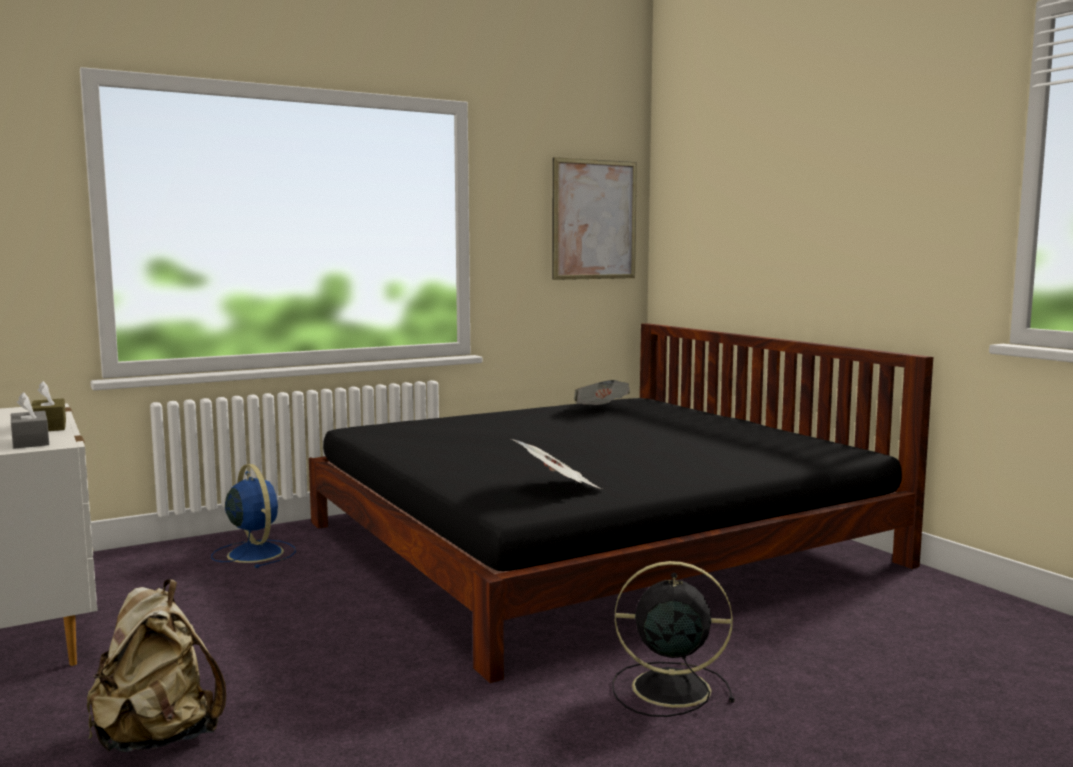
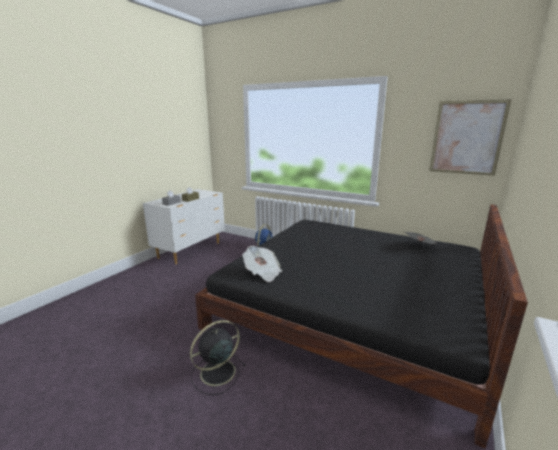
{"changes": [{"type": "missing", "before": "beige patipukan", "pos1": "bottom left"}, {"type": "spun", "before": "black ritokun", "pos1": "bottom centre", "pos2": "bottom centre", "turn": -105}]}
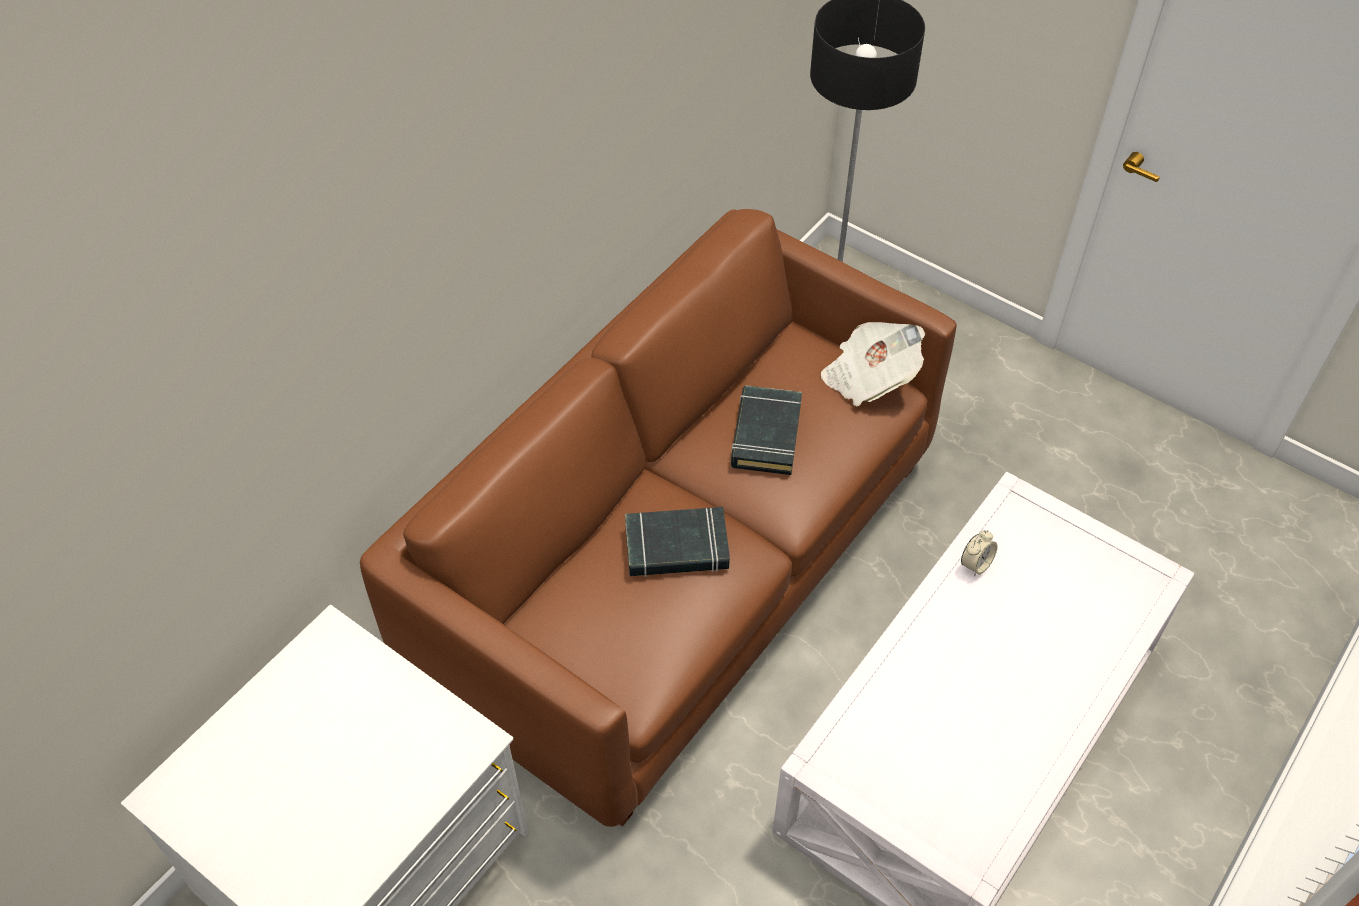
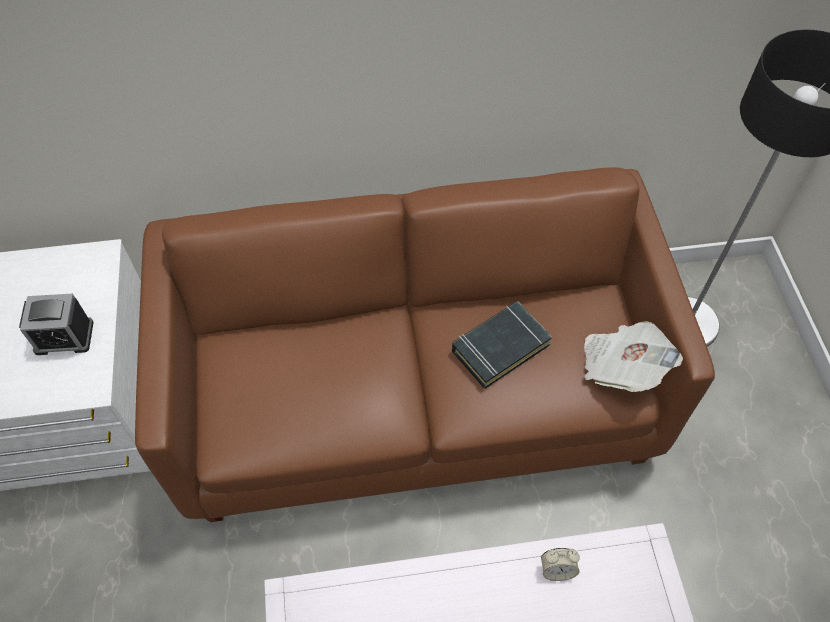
{"changes": [{"type": "missing", "before": "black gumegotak (no. 1 from left)", "pos1": "centre"}, {"type": "appeared", "after": "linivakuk (no. 1 from left)", "pos2": "middle left"}]}
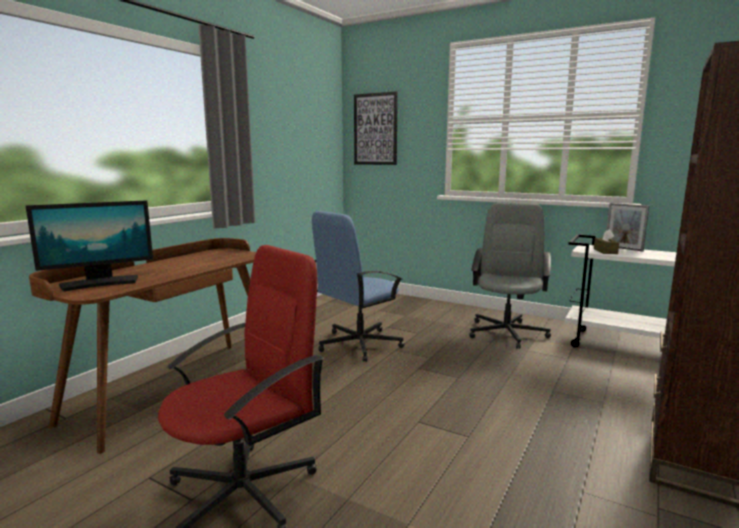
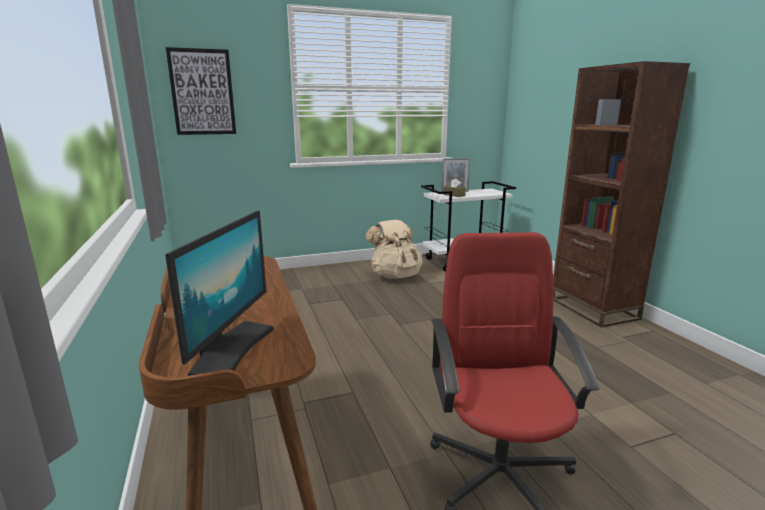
{"changes": [{"type": "missing", "before": "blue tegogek", "pos1": "centre"}, {"type": "exchanged", "before": "grey tegogek", "after": "beige patipukan", "pos1": "middle right", "pos2": "centre"}]}
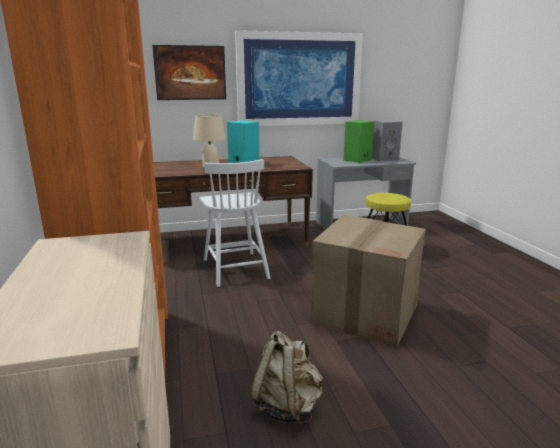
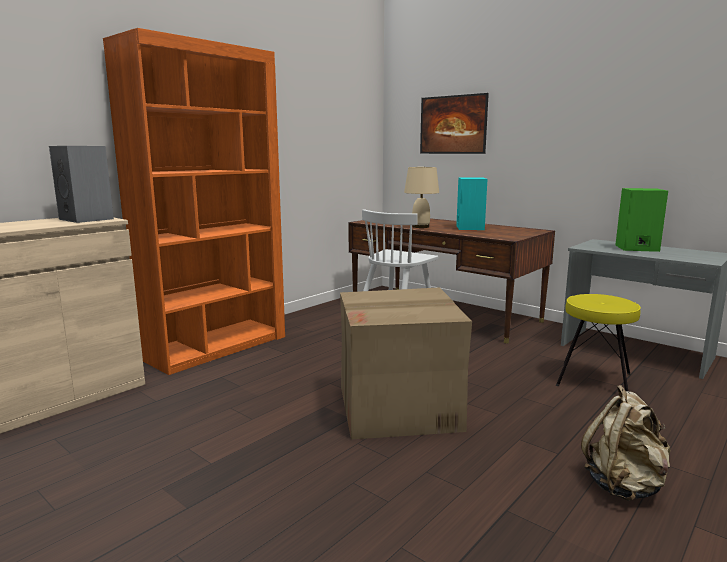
{"changes": [{"type": "missing", "before": "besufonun (no. 2 from left)", "pos1": "top centre"}, {"type": "relocated", "before": "beige patipukan", "pos1": "bottom centre", "pos2": "bottom right"}, {"type": "relocated", "before": "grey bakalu", "pos1": "top right", "pos2": "top left"}]}
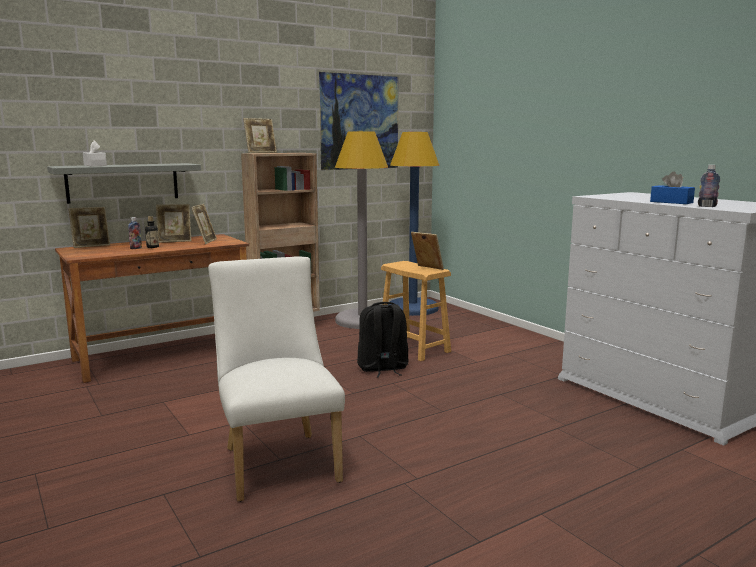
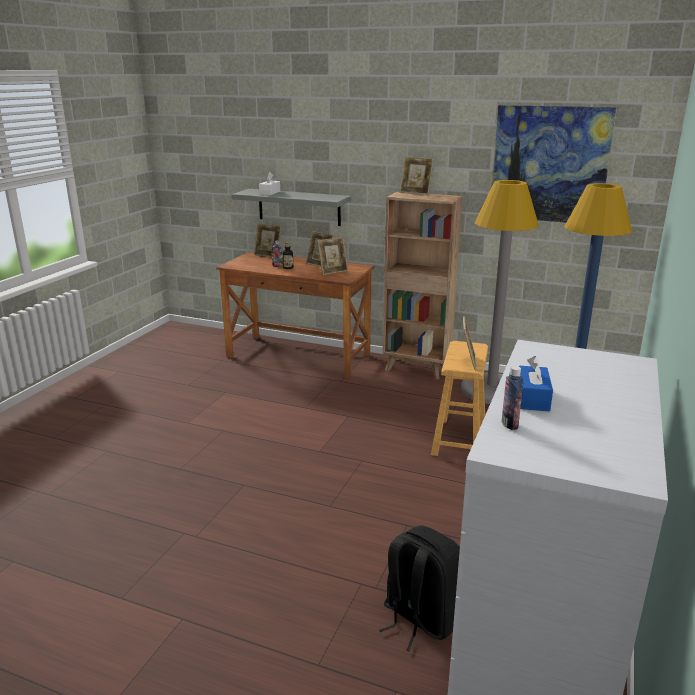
{"changes": [{"type": "missing", "before": "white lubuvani", "pos1": "bottom centre"}, {"type": "relocated", "before": "black patipukan", "pos1": "centre", "pos2": "bottom centre"}]}
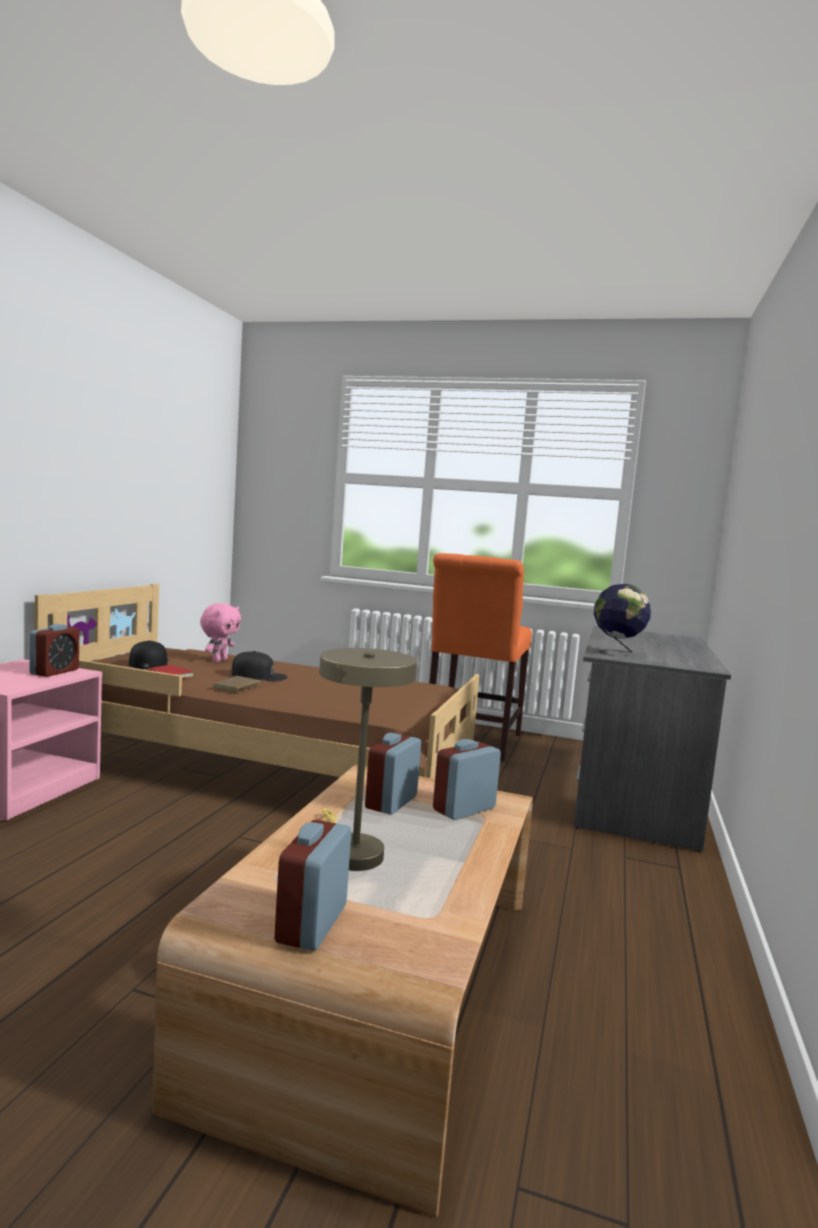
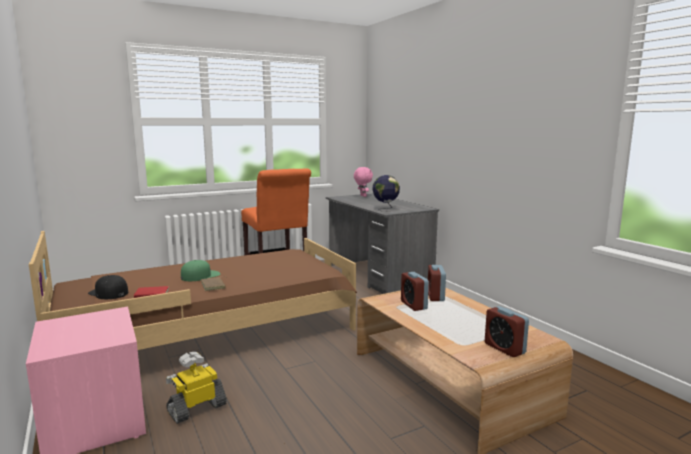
{"changes": [{"type": "missing", "before": "linivakuk (no. 1 from left)", "pos1": "middle left"}, {"type": "missing", "before": "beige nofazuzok", "pos1": "centre"}, {"type": "appeared", "after": "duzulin", "pos2": "bottom left"}, {"type": "relocated", "before": "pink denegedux", "pos1": "middle left", "pos2": "centre"}, {"type": "colour", "before": "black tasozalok (no. 2 from left)", "after": "green tasozalok", "pos1": "middle left", "pos2": "middle left"}]}
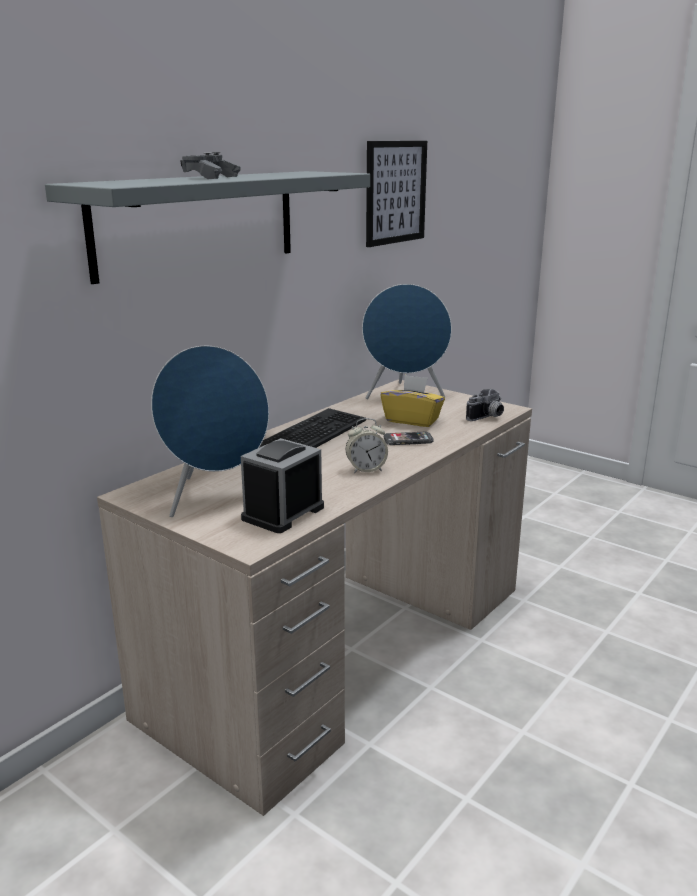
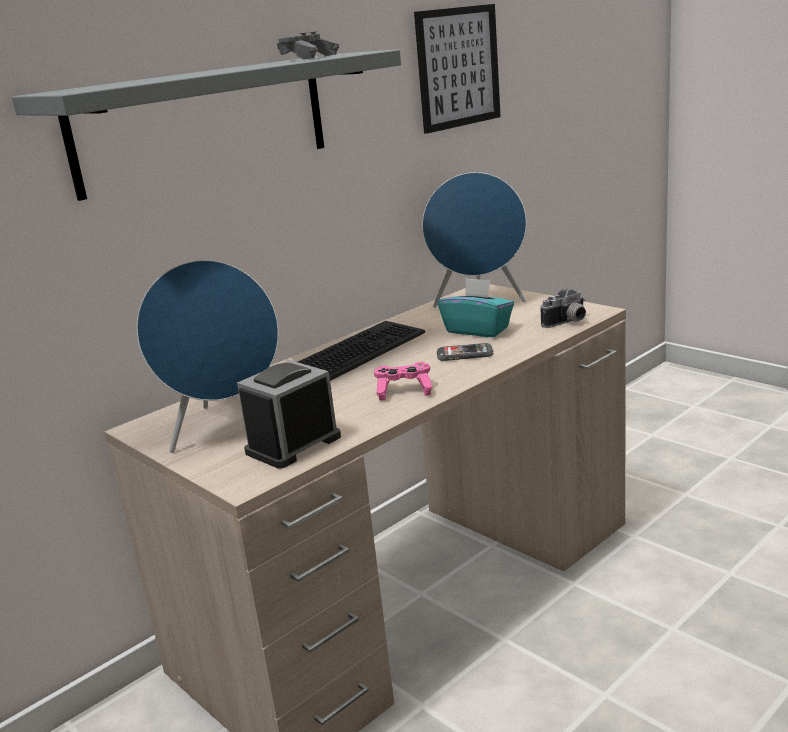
{"changes": [{"type": "relocated", "before": "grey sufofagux", "pos1": "top left", "pos2": "top centre"}, {"type": "exchanged", "before": "linivakuk (no. 2 from left)", "after": "pink sufofagux", "pos1": "centre", "pos2": "centre"}, {"type": "colour", "before": "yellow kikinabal", "after": "turquoise kikinabal", "pos1": "centre", "pos2": "centre"}]}
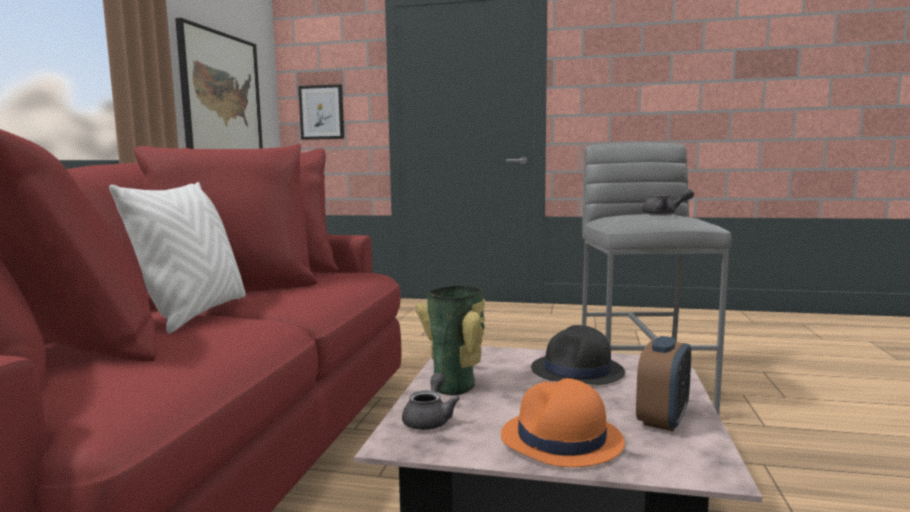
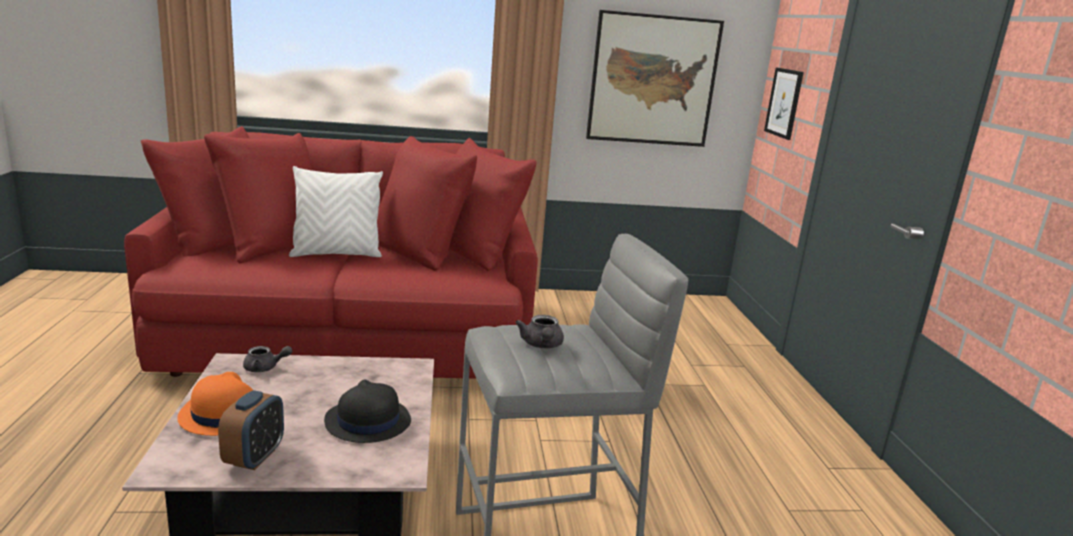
{"changes": [{"type": "missing", "before": "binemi", "pos1": "centre"}, {"type": "spun", "before": "linivakuk", "pos1": "bottom right", "pos2": "bottom left", "turn": -90}]}
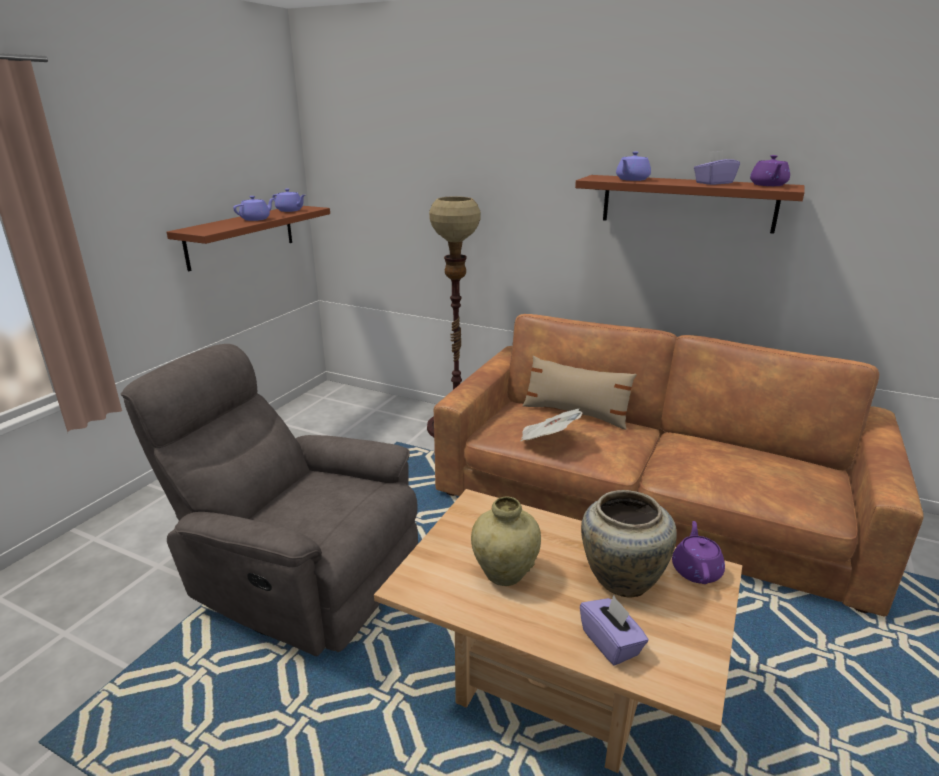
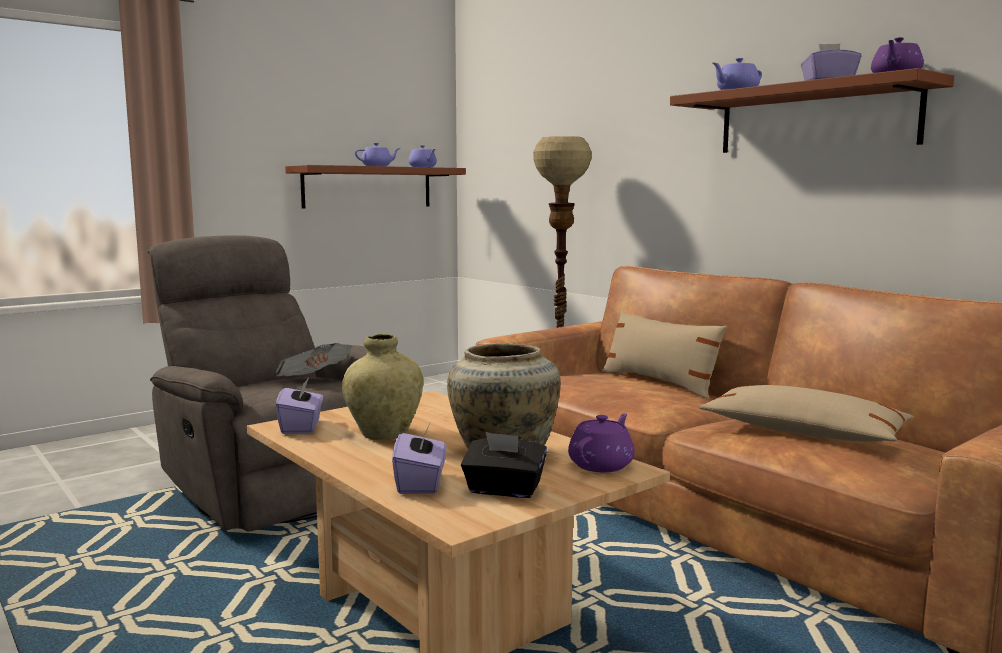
{"changes": [{"type": "appeared", "after": "purple kikinabal (no. 1 from left)", "pos2": "middle left"}, {"type": "appeared", "after": "black kikinabal", "pos2": "bottom centre"}, {"type": "appeared", "after": "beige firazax (no. 2 from left)", "pos2": "middle right"}, {"type": "relocated", "before": "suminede", "pos1": "centre", "pos2": "middle left"}]}
